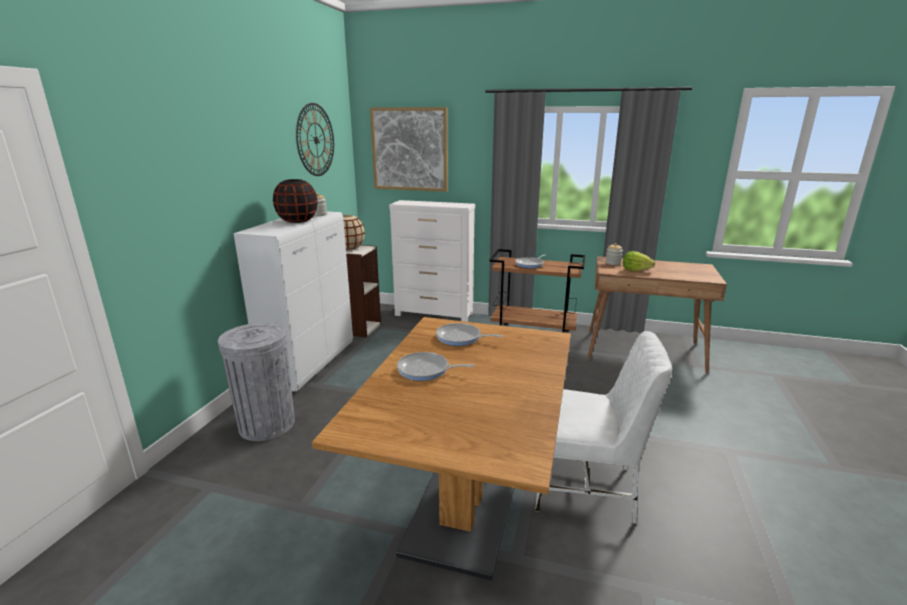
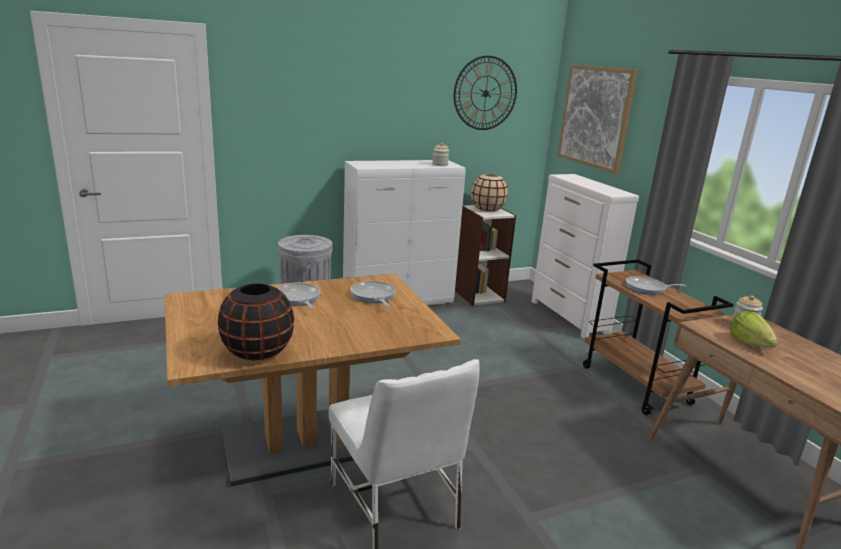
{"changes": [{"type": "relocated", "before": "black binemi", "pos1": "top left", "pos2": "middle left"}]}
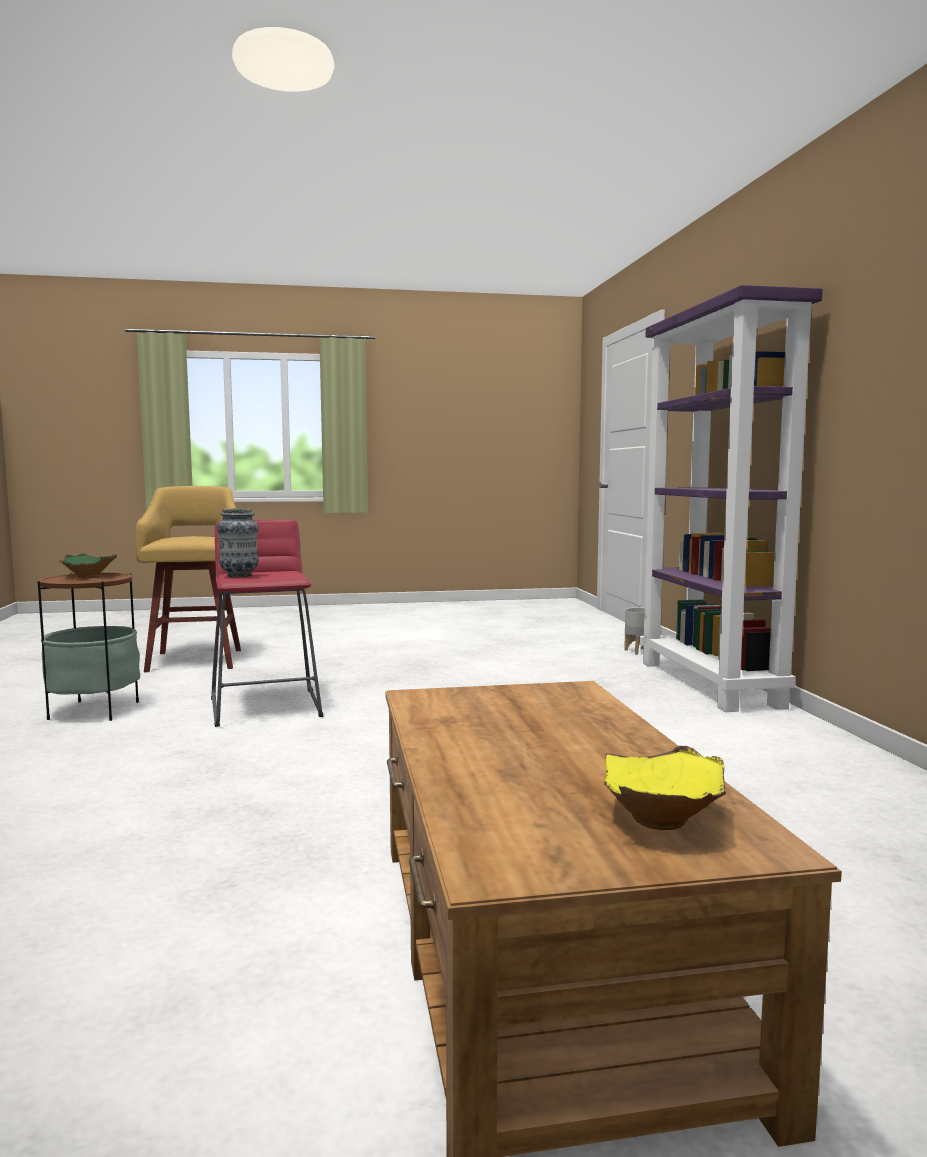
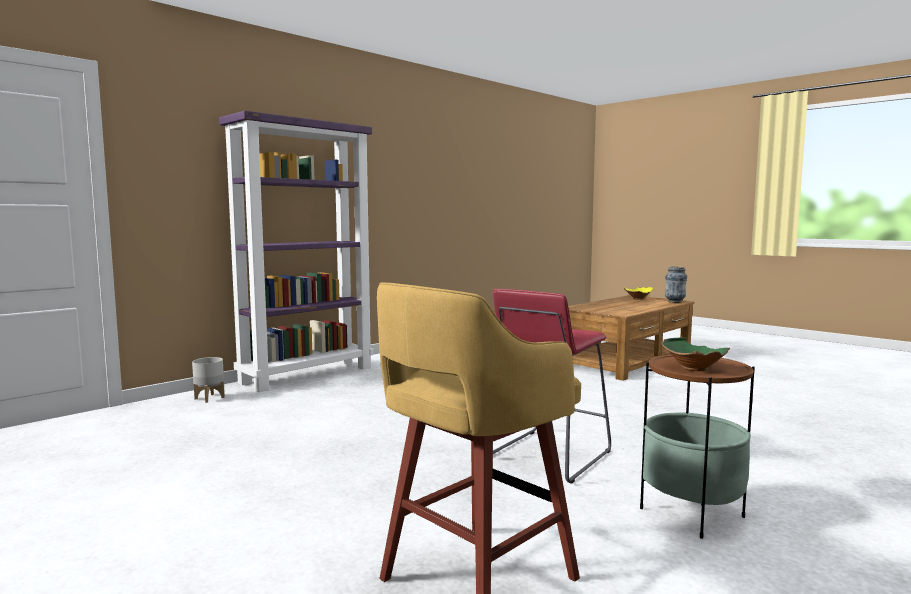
{"changes": [{"type": "relocated", "before": "binemi", "pos1": "middle left", "pos2": "middle right"}]}
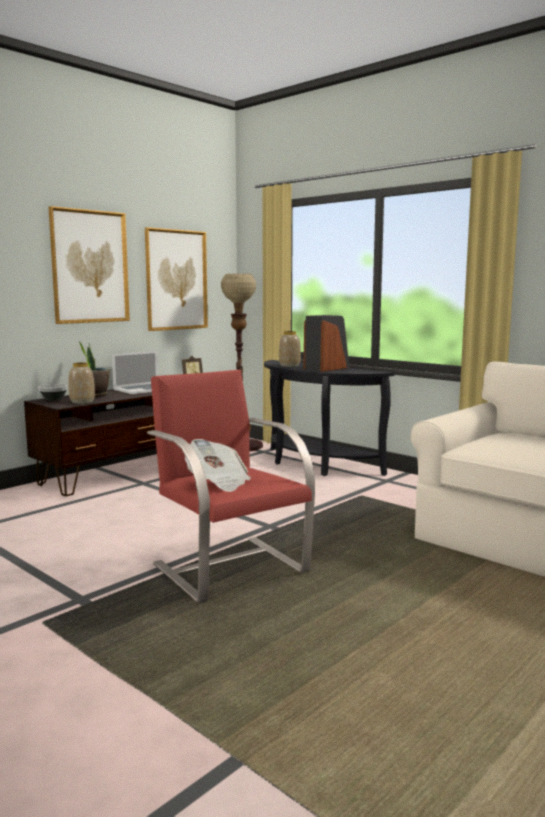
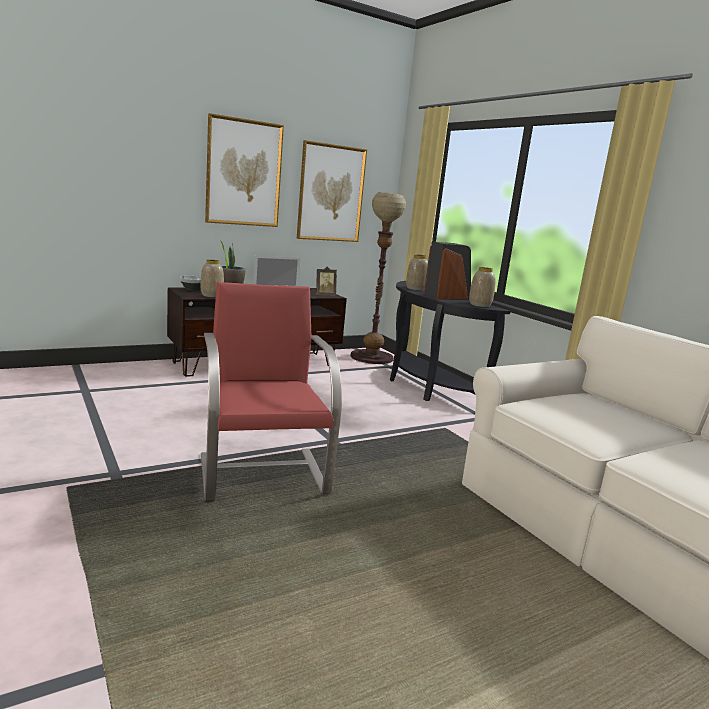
{"changes": [{"type": "missing", "before": "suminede", "pos1": "centre"}, {"type": "appeared", "after": "binemi (no. 3 from left)", "pos2": "middle right"}]}
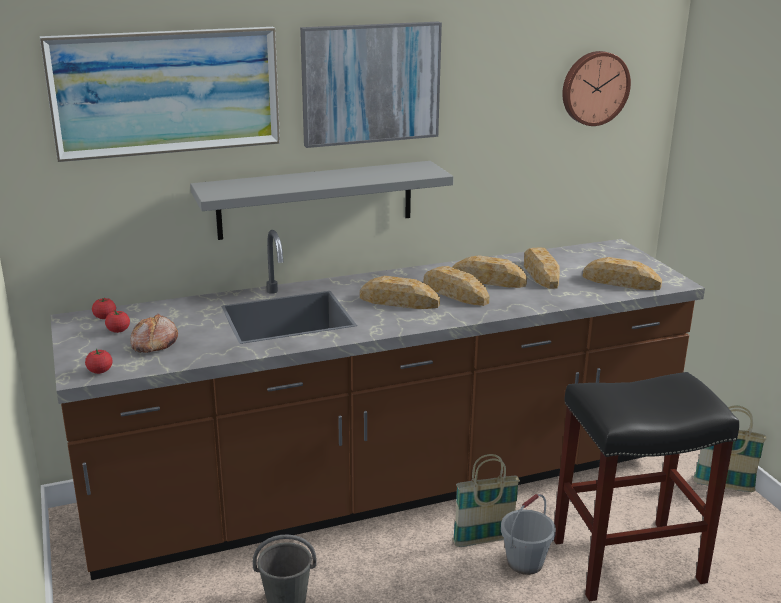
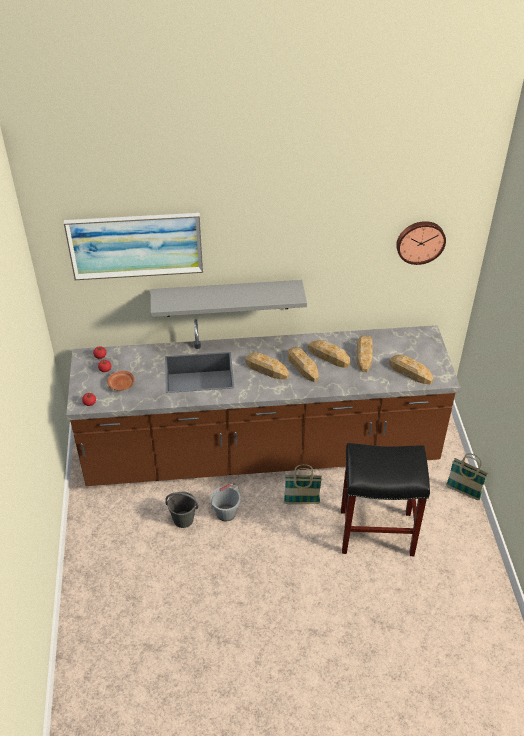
{"changes": [{"type": "missing", "before": "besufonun (no. 2 from left)", "pos1": "top centre"}, {"type": "relocated", "before": "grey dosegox (no. 2 from left)", "pos1": "bottom right", "pos2": "bottom centre"}, {"type": "exchanged", "before": "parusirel (no. 1 from left)", "after": "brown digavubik", "pos1": "middle left", "pos2": "middle left"}]}
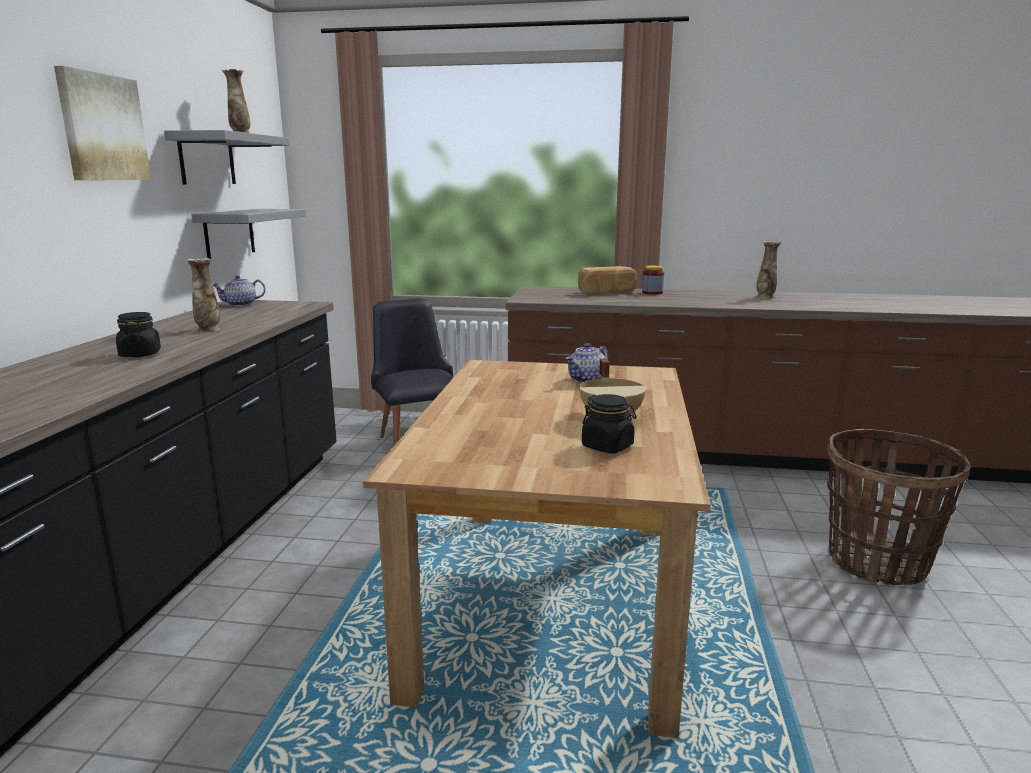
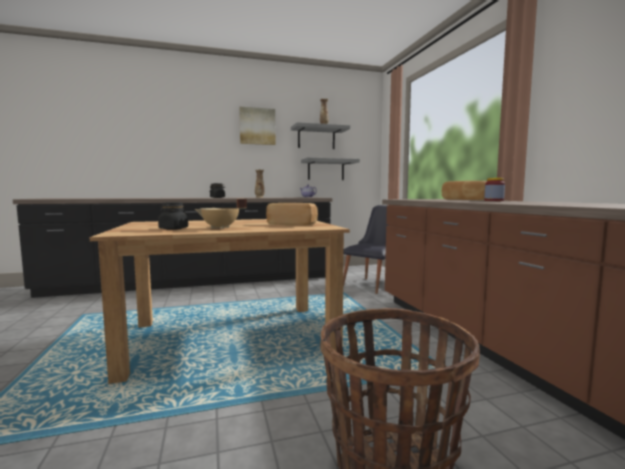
{"changes": [{"type": "missing", "before": "binemi (no. 3 from left)", "pos1": "middle right"}, {"type": "exchanged", "before": "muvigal (no. 2 from left)", "after": "parusirel (no. 1 from left)", "pos1": "centre", "pos2": "centre"}]}
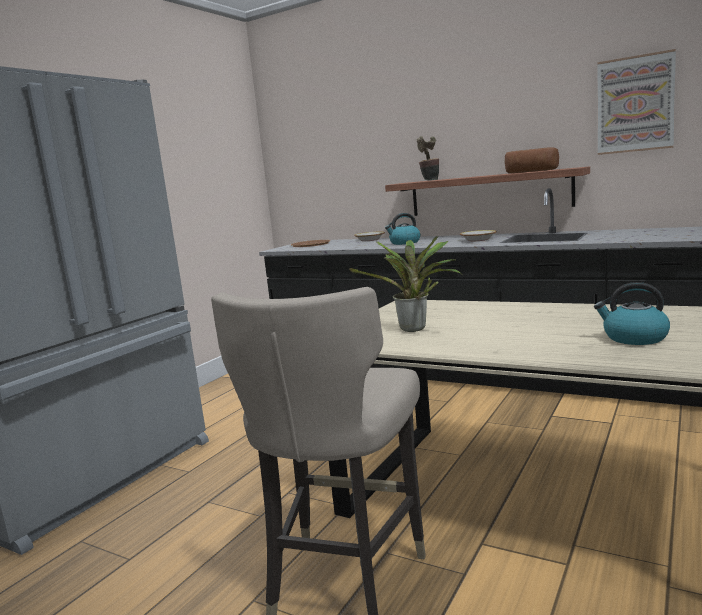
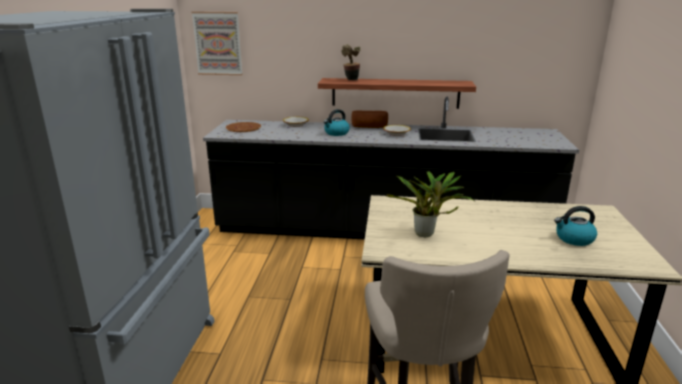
{"changes": [{"type": "relocated", "before": "parusirel", "pos1": "top right", "pos2": "top centre"}, {"type": "relocated", "before": "besufonun", "pos1": "top right", "pos2": "top left"}]}
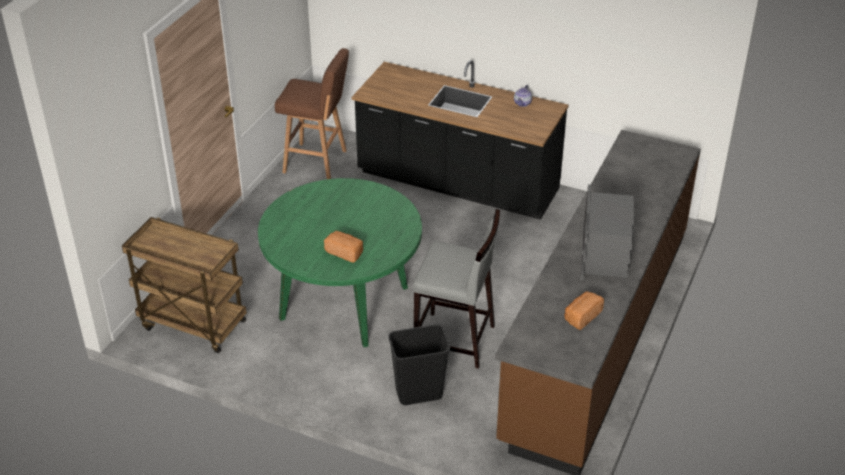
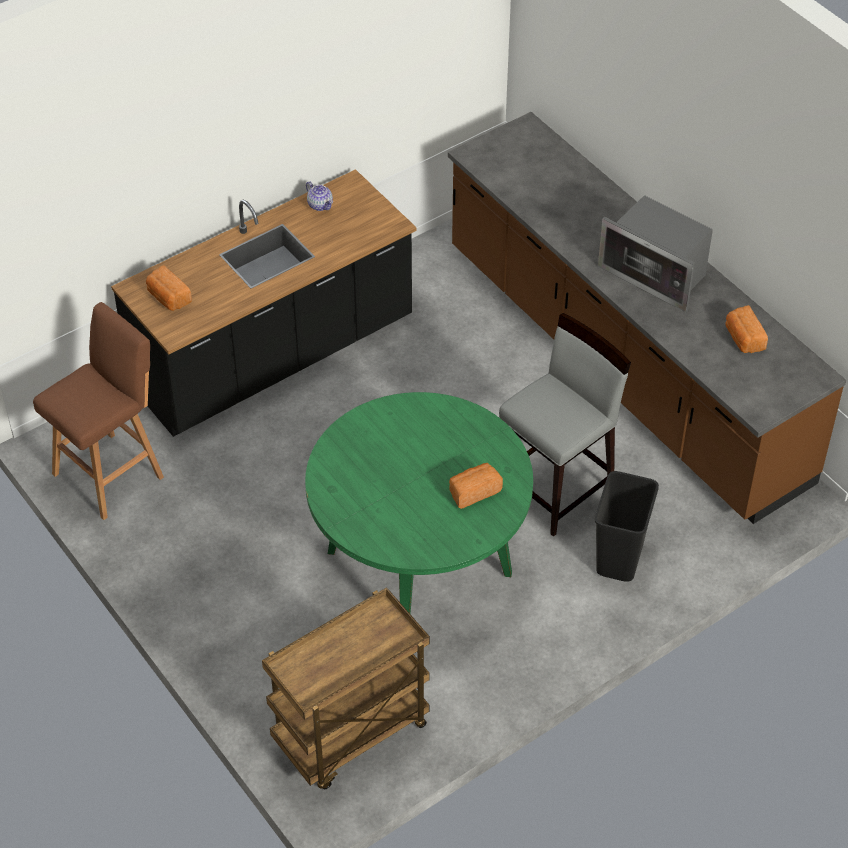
{"changes": [{"type": "appeared", "after": "parusirel (no. 1 from left)", "pos2": "middle left"}]}
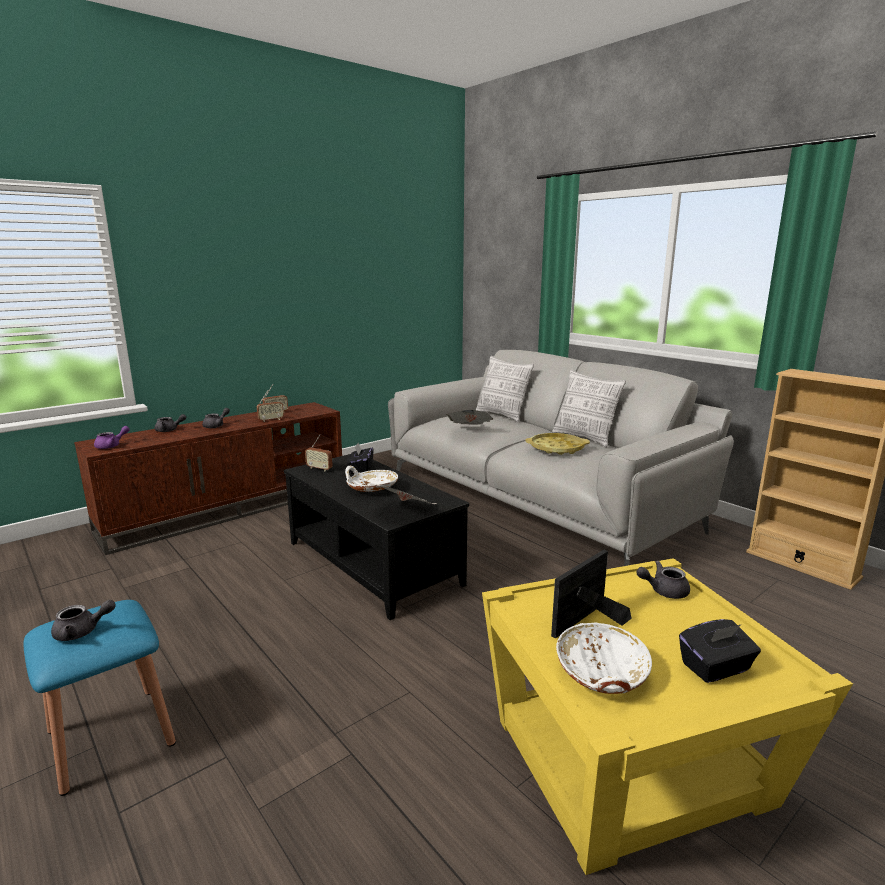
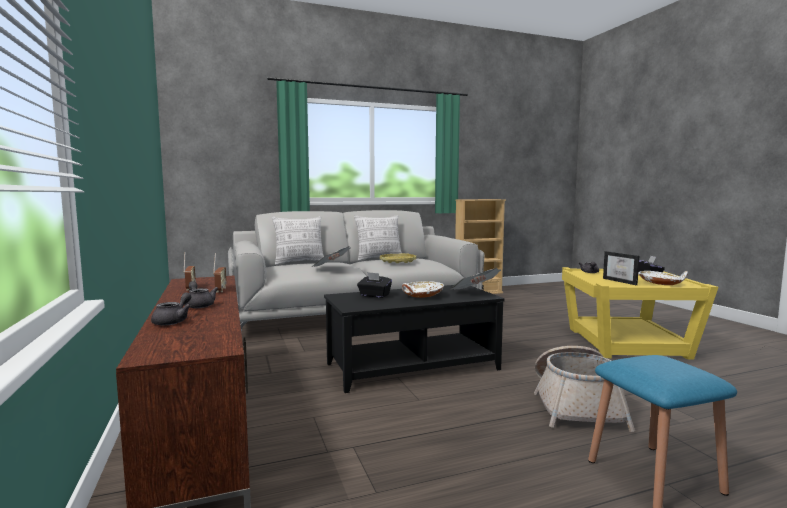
{"changes": [{"type": "missing", "before": "grey muvigal (no. 1 from left)", "pos1": "bottom left"}, {"type": "missing", "before": "purple muvigal", "pos1": "middle left"}, {"type": "missing", "before": "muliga (no. 3 from left)", "pos1": "centre"}, {"type": "appeared", "after": "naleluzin", "pos2": "bottom right"}]}
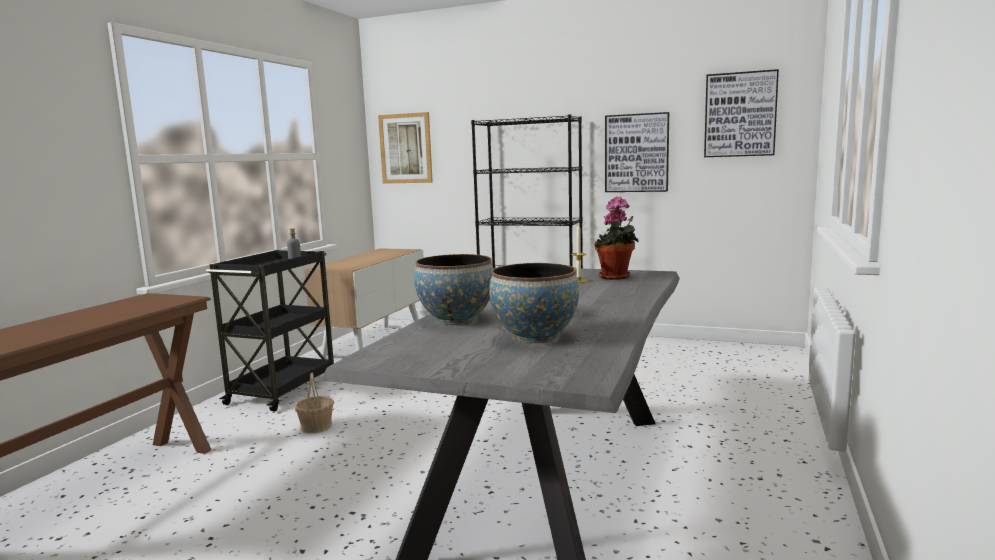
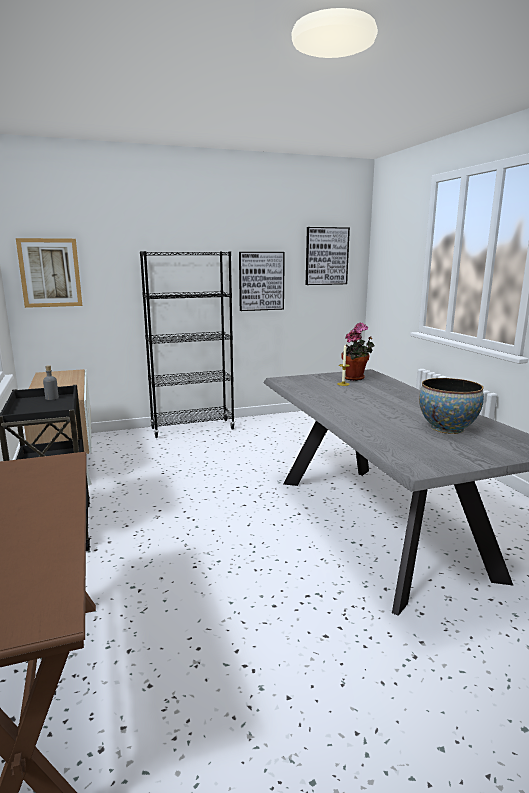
{"changes": [{"type": "missing", "before": "naleluzin", "pos1": "bottom left"}, {"type": "missing", "before": "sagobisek (no. 1 from left)", "pos1": "centre"}]}
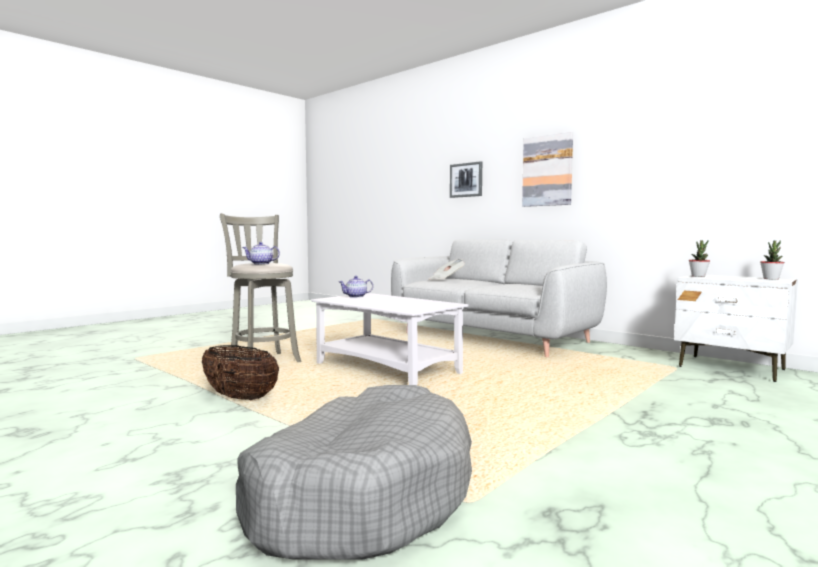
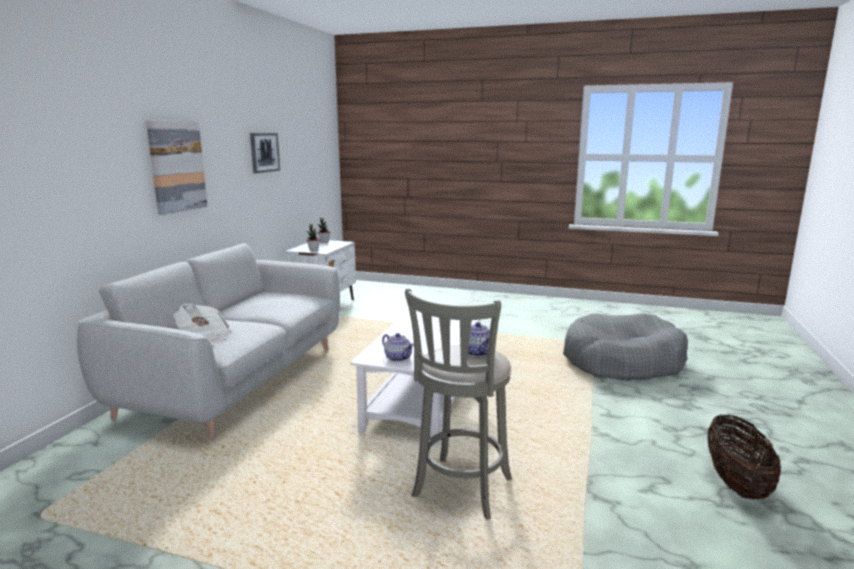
{"changes": [{"type": "relocated", "before": "naleluzin", "pos1": "middle left", "pos2": "bottom right"}, {"type": "relocated", "before": "besufonun (no. 1 from left in the first image)", "after": "besufonun (no. 2 from left)", "pos1": "top centre", "pos2": "top left"}]}
